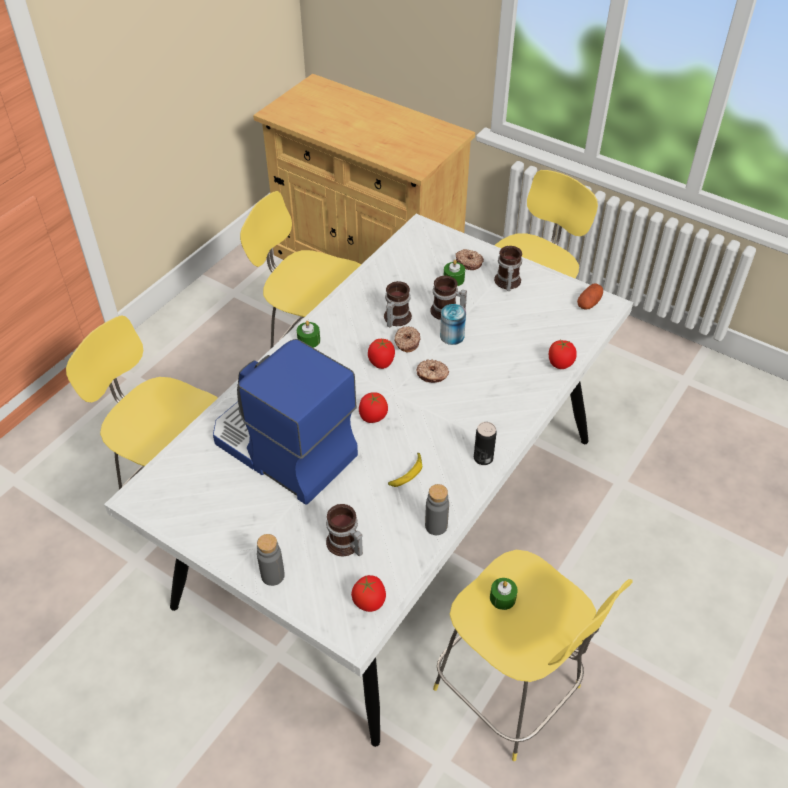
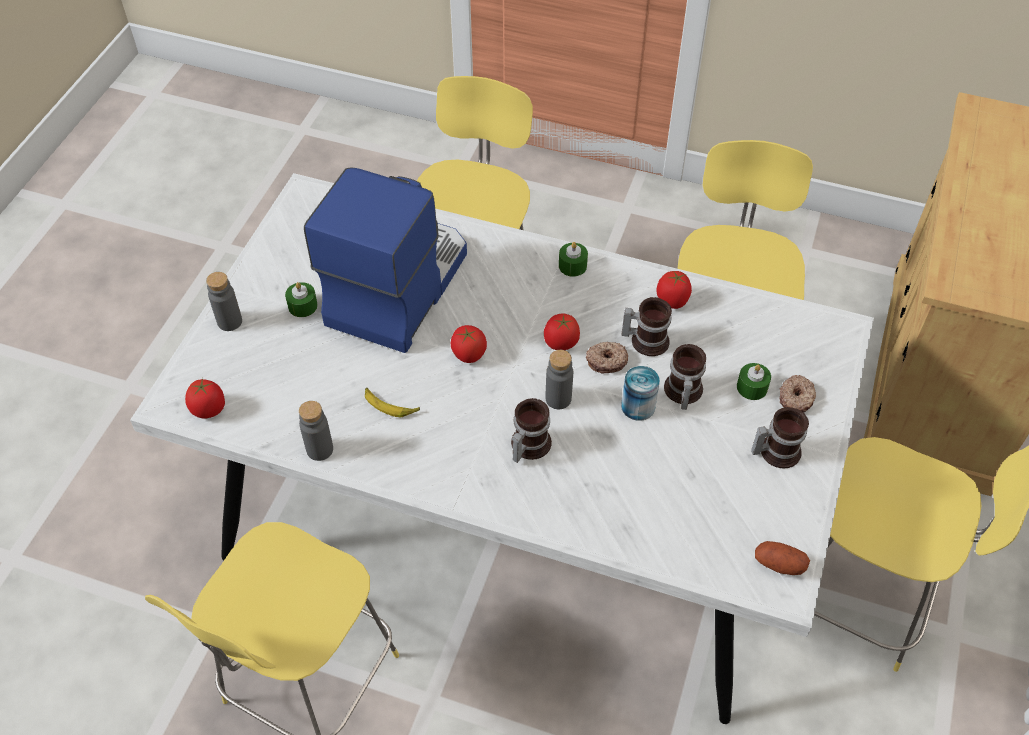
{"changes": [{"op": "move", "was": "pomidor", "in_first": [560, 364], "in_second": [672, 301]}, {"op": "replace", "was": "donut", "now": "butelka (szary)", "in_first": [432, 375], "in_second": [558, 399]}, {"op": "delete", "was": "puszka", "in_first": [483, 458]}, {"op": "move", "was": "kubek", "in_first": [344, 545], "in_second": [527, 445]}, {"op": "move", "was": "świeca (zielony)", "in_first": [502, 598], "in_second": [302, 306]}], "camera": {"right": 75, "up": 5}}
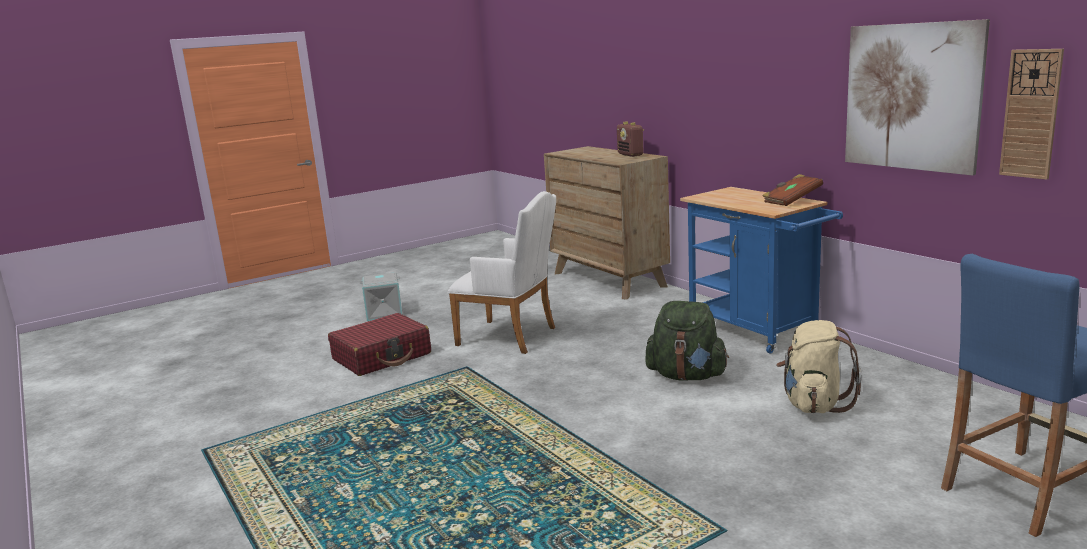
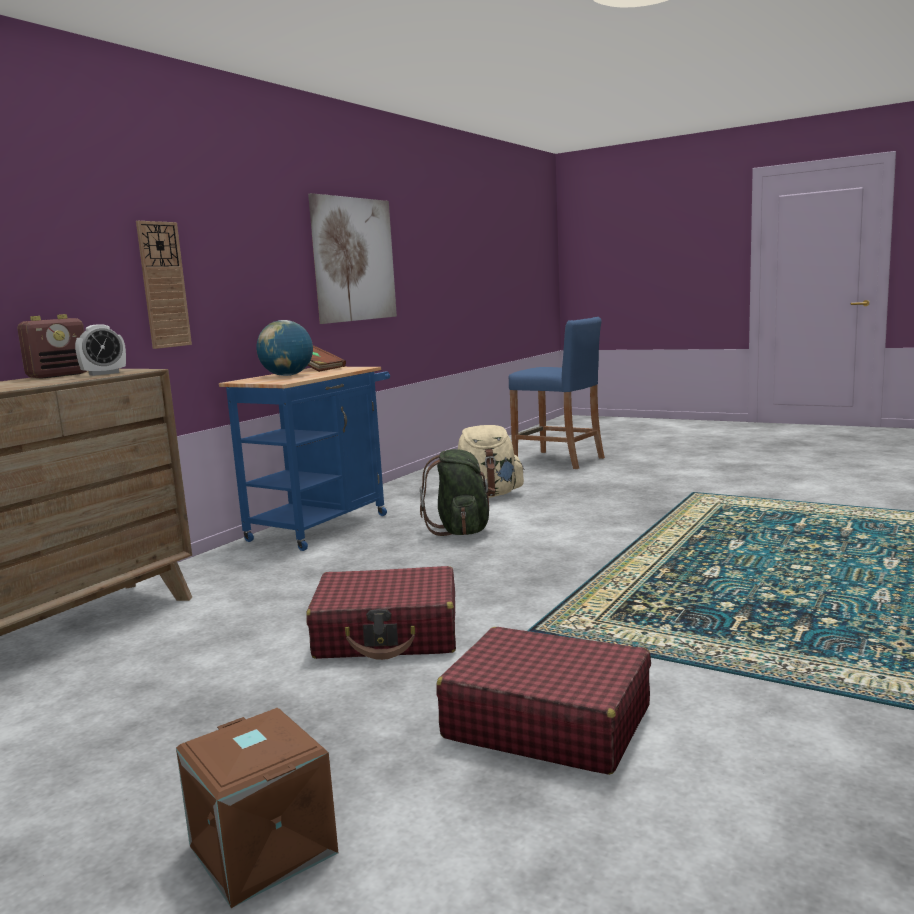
{"changes": [{"op": "move", "was": "zegar ścienny", "in_first": [1031, 114], "in_second": [163, 285]}, {"op": "replace", "was": "fotel (biały)", "now": "walizka (czerwony)", "in_first": [512, 337], "in_second": [388, 634]}, {"op": "recolor", "was": "pojemnik do przechowywania (szary)", "now": "pojemnik do przechowywania (brązowy)", "in_first": [384, 312], "in_second": [260, 850]}, {"op": "insert", "now": "globus", "in_second": [287, 375]}, {"op": "insert", "now": "budzik", "in_second": [104, 374]}], "camera": {"right": -115, "up": -5}}
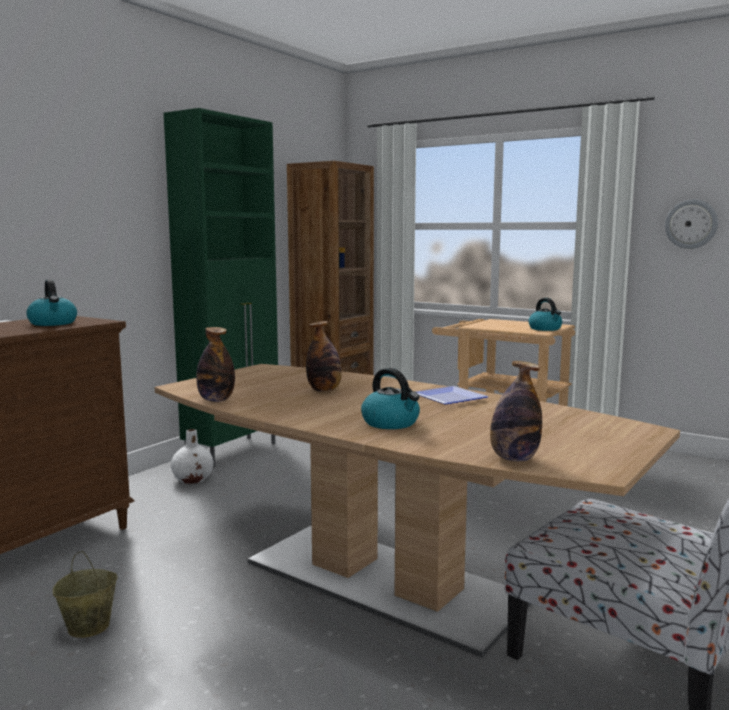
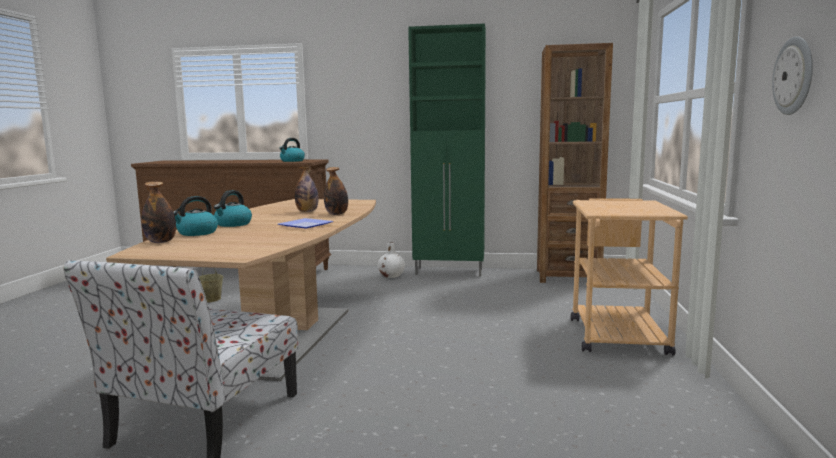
{"changes": [{"op": "move", "was": "czajnik", "in_first": [545, 329], "in_second": [197, 233]}, {"op": "move", "was": "butelka", "in_first": [216, 400], "in_second": [337, 214]}], "camera": {"right": 65, "up": 0}}
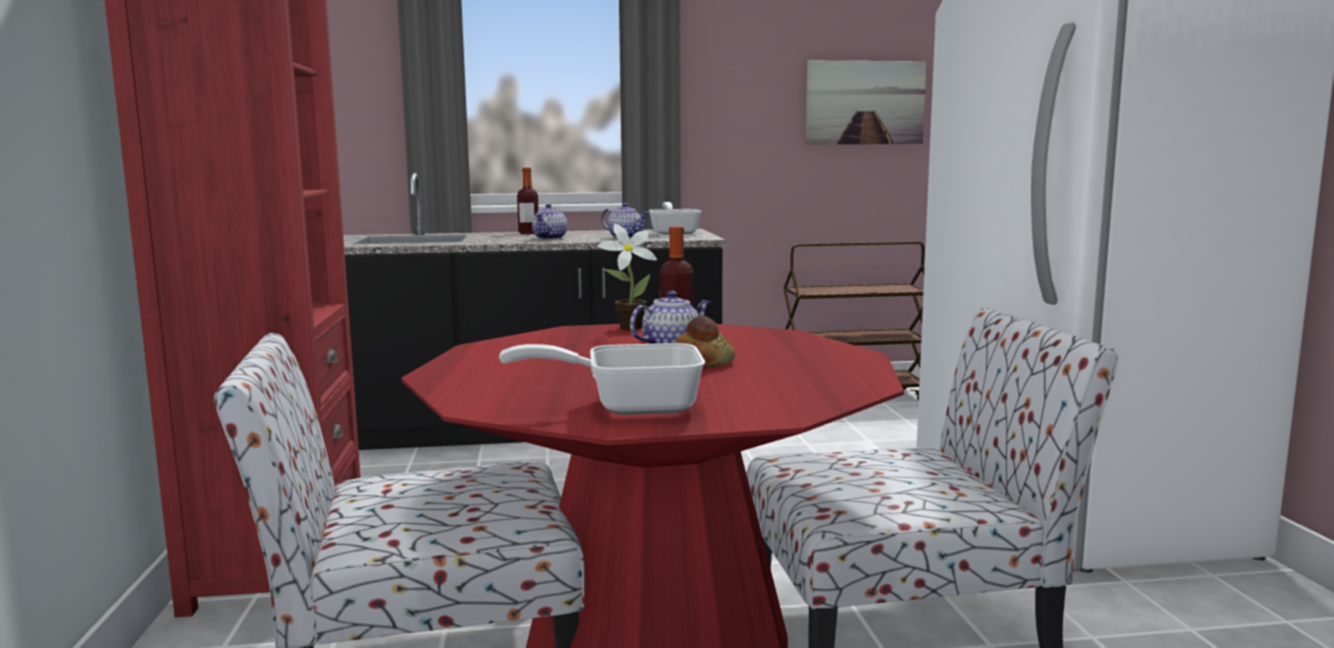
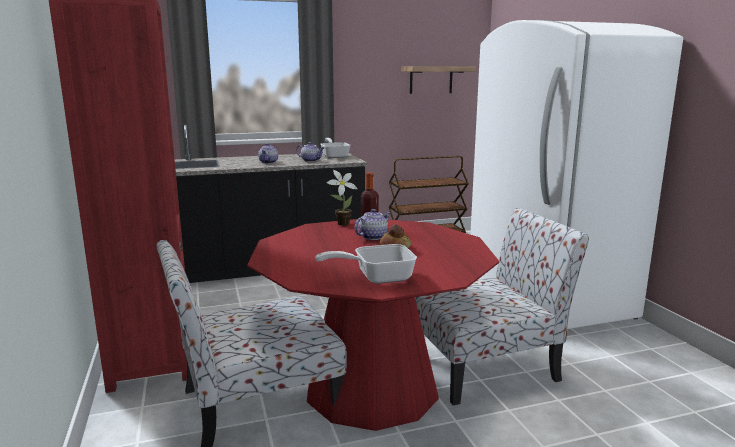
{"changes": [{"op": "replace", "was": "obraz", "now": "półka", "in_first": [865, 103], "in_second": [431, 80]}, {"op": "delete", "was": "butelka", "in_first": [528, 233]}], "camera": {"right": -10, "up": 5}}
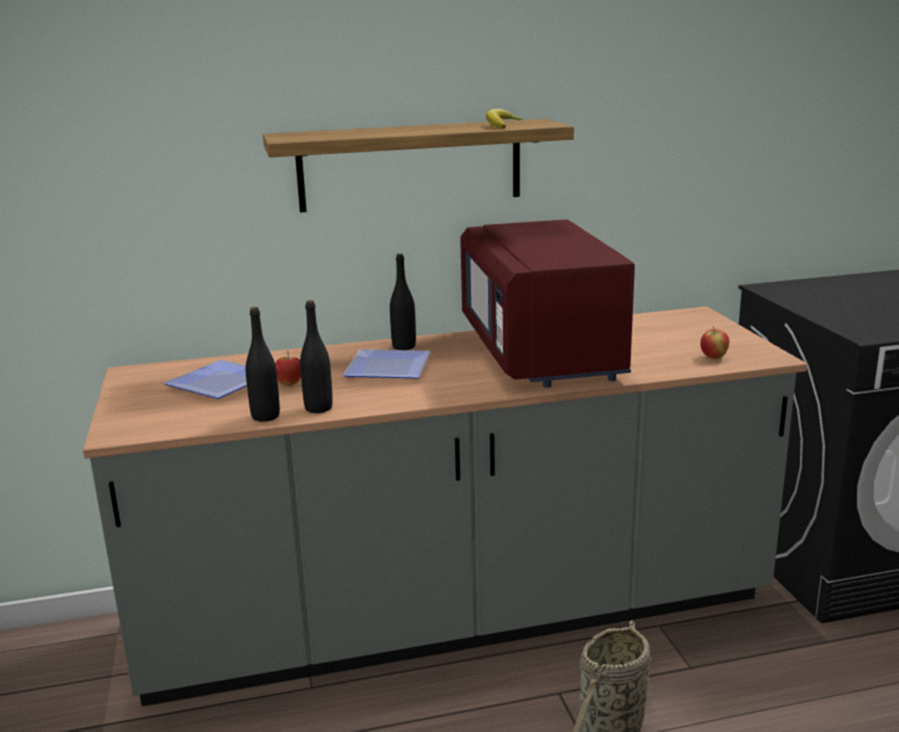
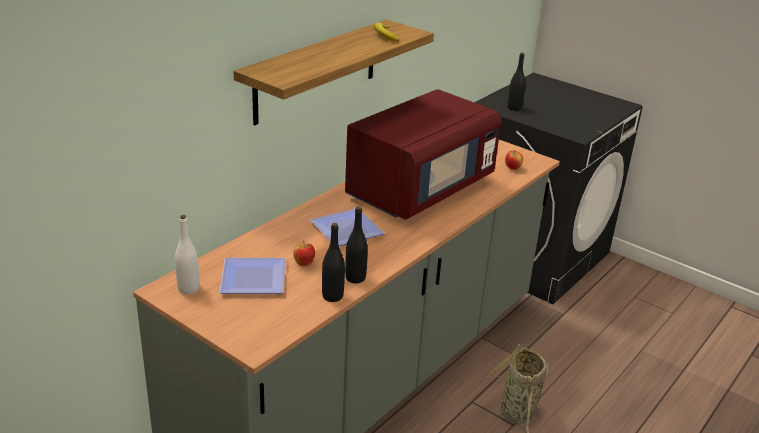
{"changes": [{"op": "rotate", "was": "mikrofalówka (czerwony)", "in_first": [542, 353], "in_second": [419, 190], "clockwise": -90}, {"op": "move", "was": "butelka (czarny)", "in_first": [404, 346], "in_second": [514, 108]}, {"op": "insert", "now": "butelka (biały)", "in_second": [188, 289]}], "camera": {"right": -40, "up": 10}}
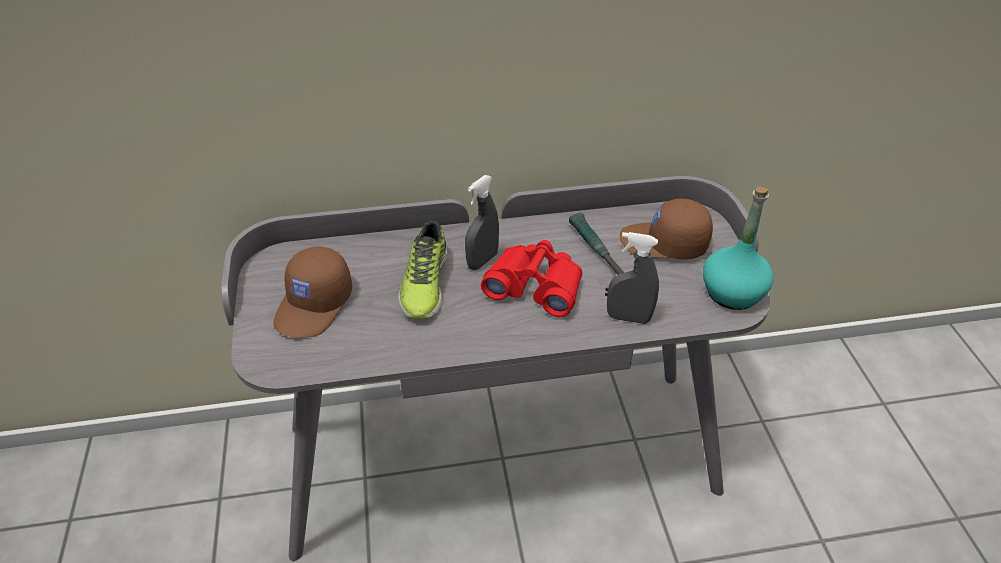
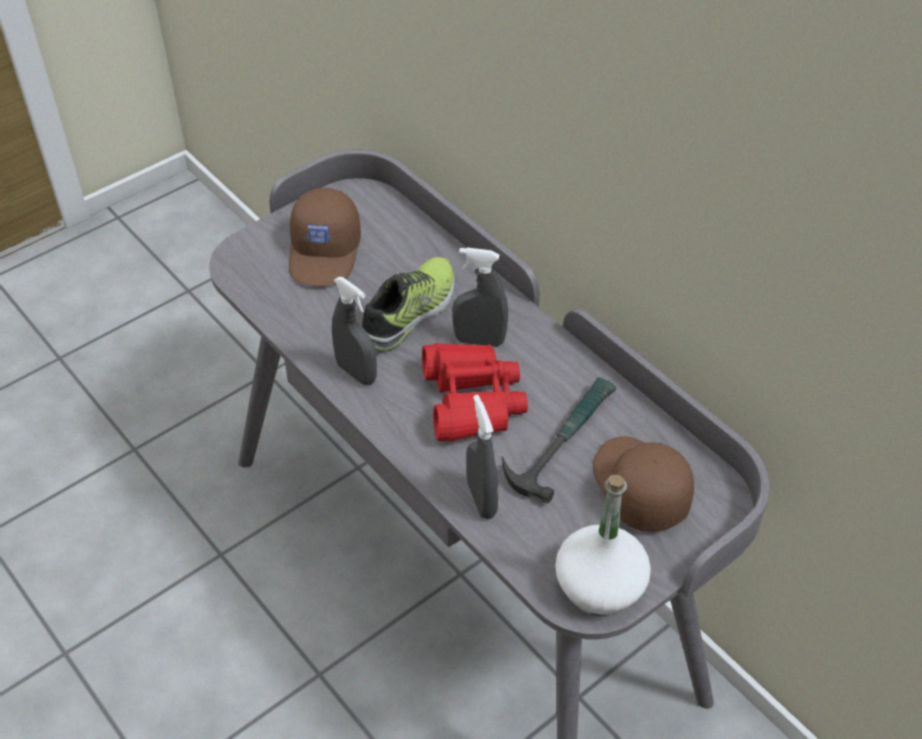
{"changes": [{"op": "recolor", "was": "butelka (turkusowy)", "now": "butelka (biały)", "in_first": [732, 292], "in_second": [599, 585]}, {"op": "rotate", "was": "but", "in_first": [424, 284], "in_second": [411, 313], "clockwise": 150}, {"op": "rotate", "was": "czapka z daszkiem (brązowy)", "in_first": [315, 305], "in_second": [325, 252], "clockwise": -75}, {"op": "insert", "now": "spryskiwacz (szary)", "in_second": [356, 373]}], "camera": {"right": 60, "up": 5}}
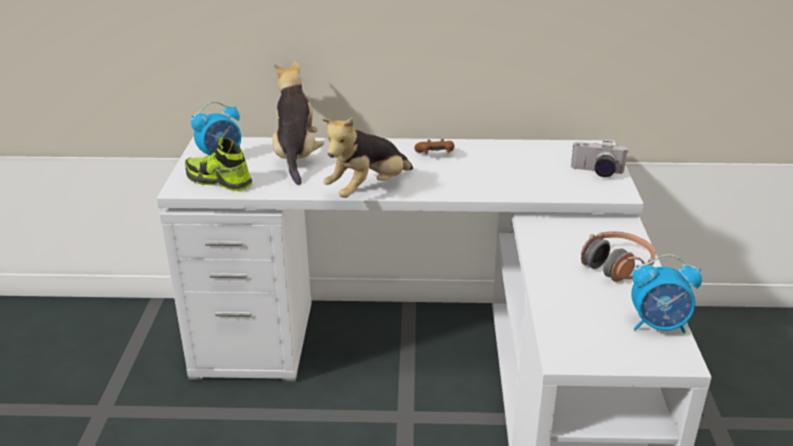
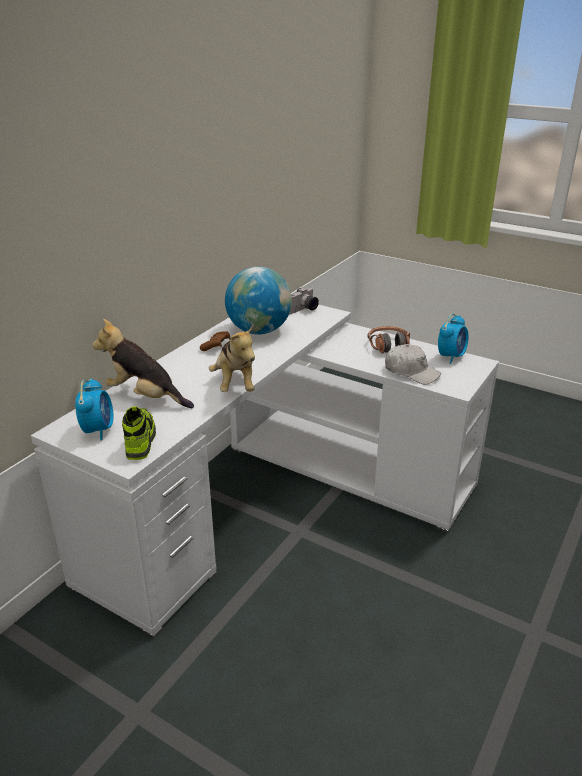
{"changes": [{"op": "rotate", "was": "but", "in_first": [219, 181], "in_second": [140, 441], "clockwise": 120}, {"op": "insert", "now": "globus", "in_second": [259, 331]}, {"op": "insert", "now": "czapka z daszkiem (biały)", "in_second": [411, 372]}], "camera": {"right": -60, "up": 0}}
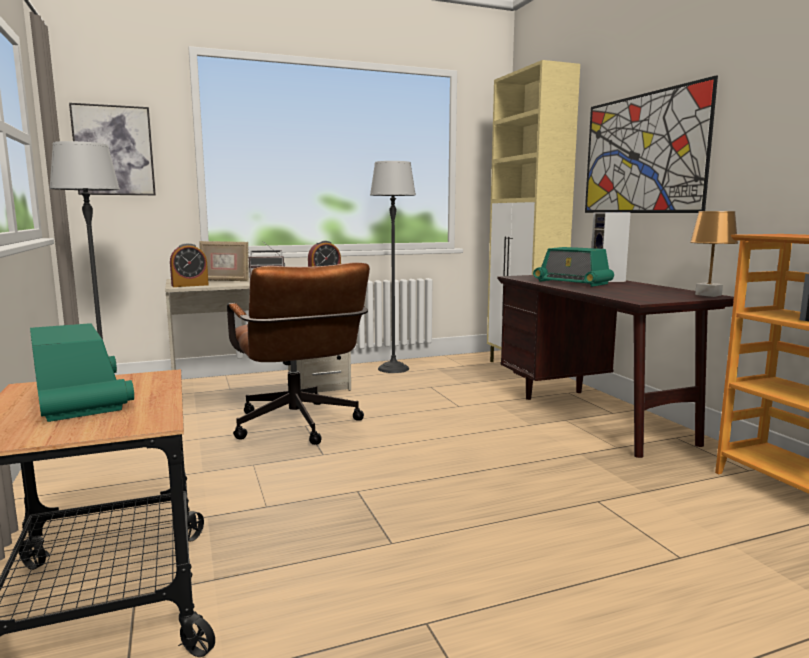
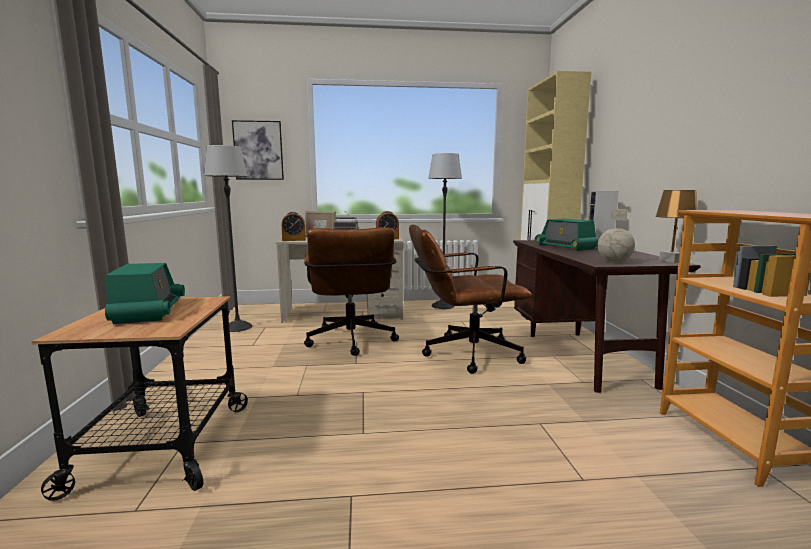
{"changes": [{"op": "delete", "was": "obraz", "in_first": [642, 154]}, {"op": "insert", "now": "globus", "in_second": [613, 261]}, {"op": "insert", "now": "krzesło biurowe (brązowy)", "in_second": [463, 354]}], "camera": {"right": 15, "up": 0}}
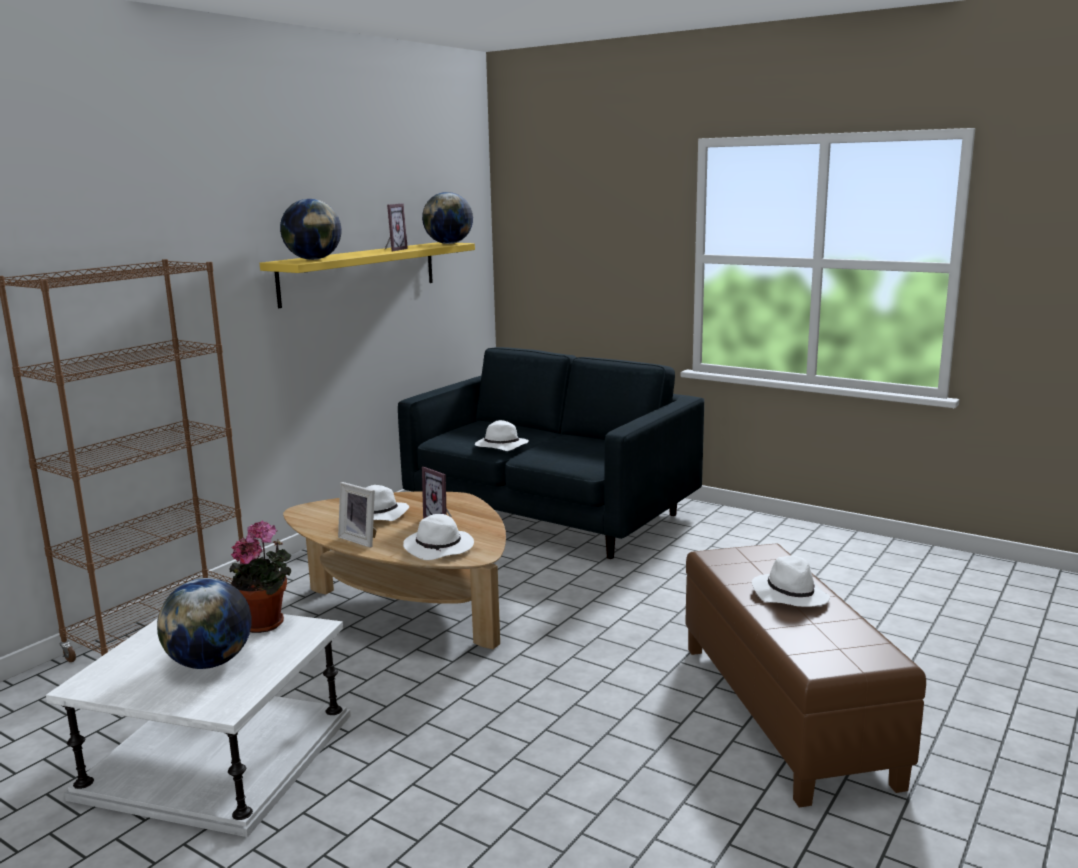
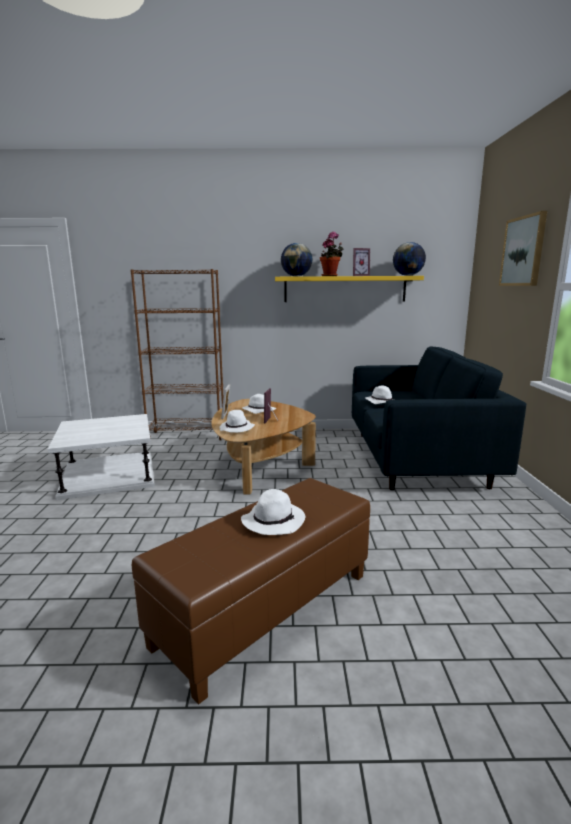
{"changes": [{"op": "move", "was": "roślina doniczkowa", "in_first": [267, 623], "in_second": [331, 276]}, {"op": "delete", "was": "globus", "in_first": [210, 663]}, {"op": "insert", "now": "obraz", "in_second": [523, 251]}], "camera": {"right": 55, "up": 0}}
